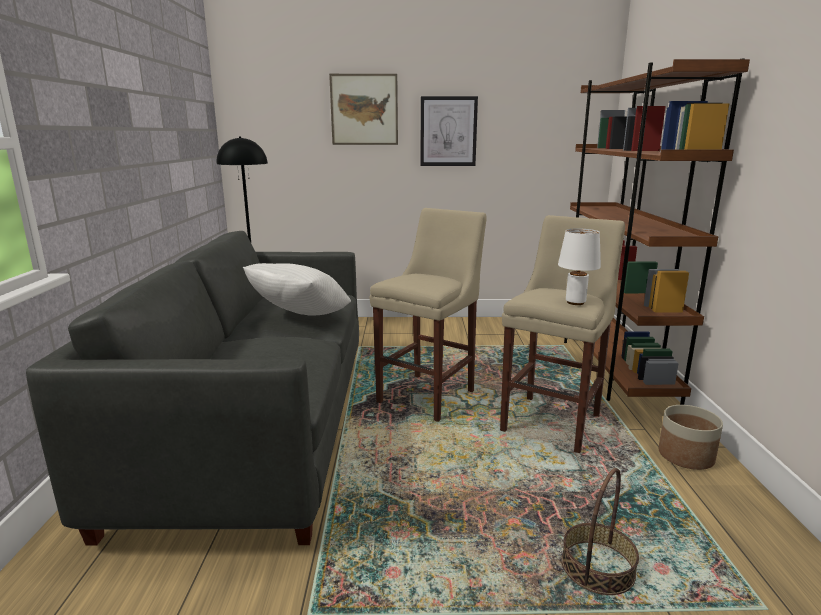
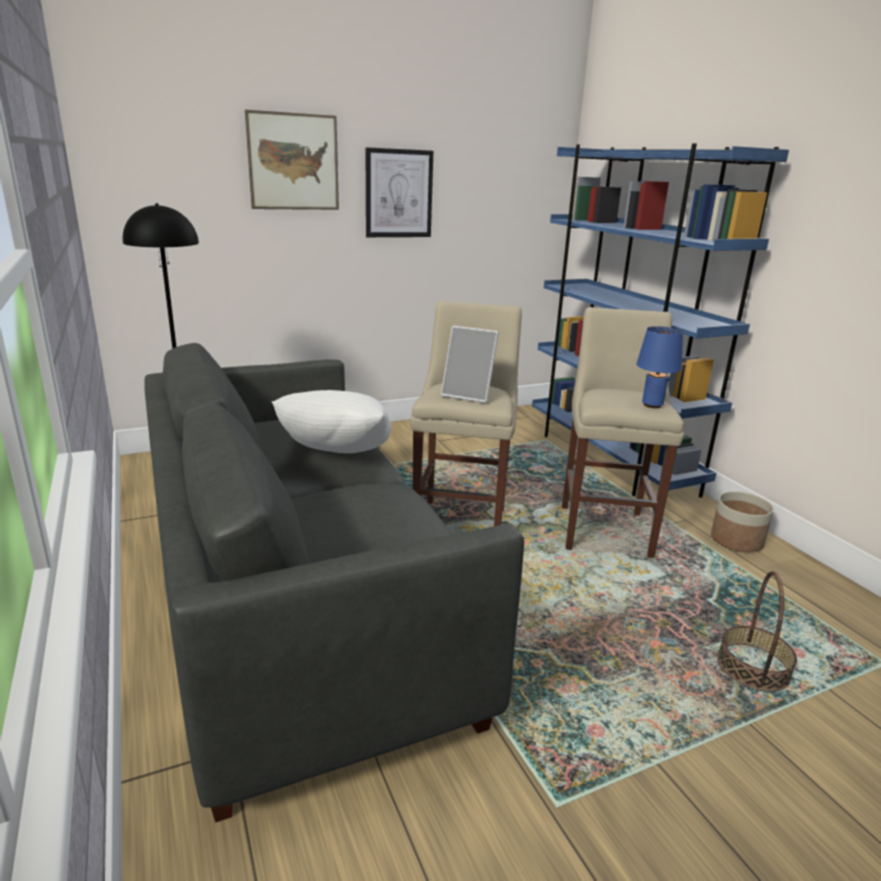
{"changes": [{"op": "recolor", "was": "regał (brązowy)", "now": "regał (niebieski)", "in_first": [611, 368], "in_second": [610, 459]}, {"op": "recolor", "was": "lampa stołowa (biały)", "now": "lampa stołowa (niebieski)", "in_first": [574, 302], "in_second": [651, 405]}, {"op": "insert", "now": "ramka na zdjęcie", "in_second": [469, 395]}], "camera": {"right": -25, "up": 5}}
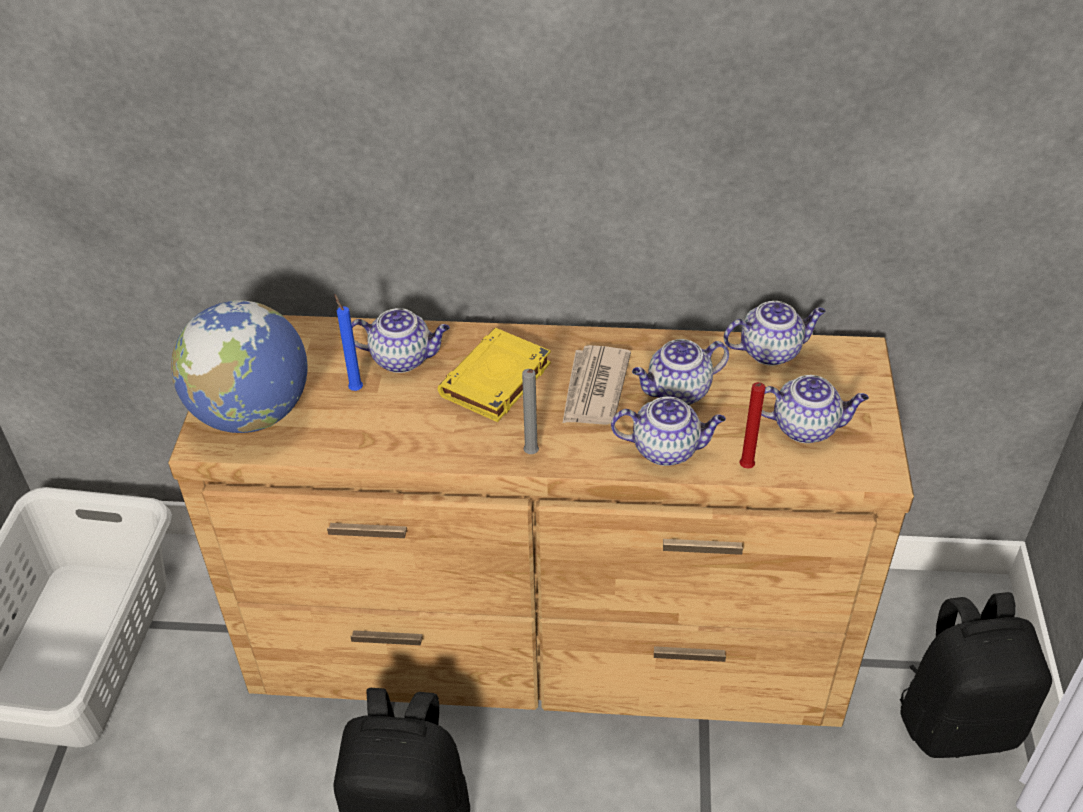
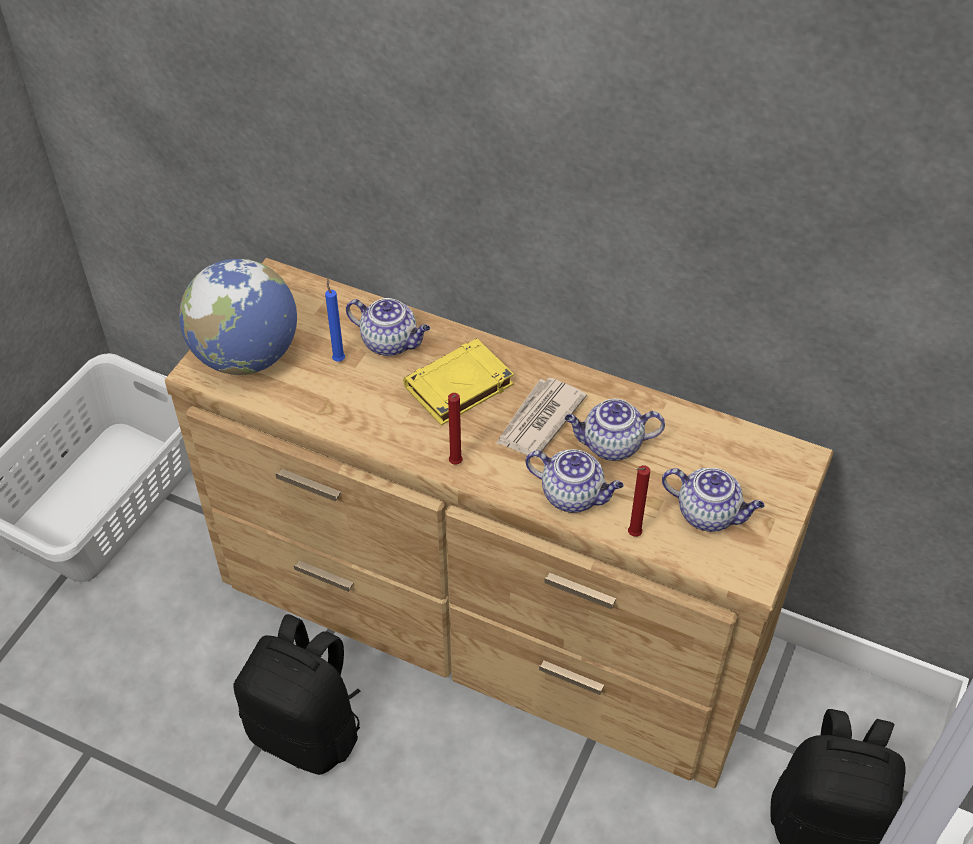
{"changes": [{"op": "delete", "was": "imbryk", "in_first": [771, 351]}, {"op": "recolor", "was": "świeca (szary)", "now": "świeca (czerwony)", "in_first": [531, 455], "in_second": [455, 464]}], "camera": {"right": 20, "up": 5}}
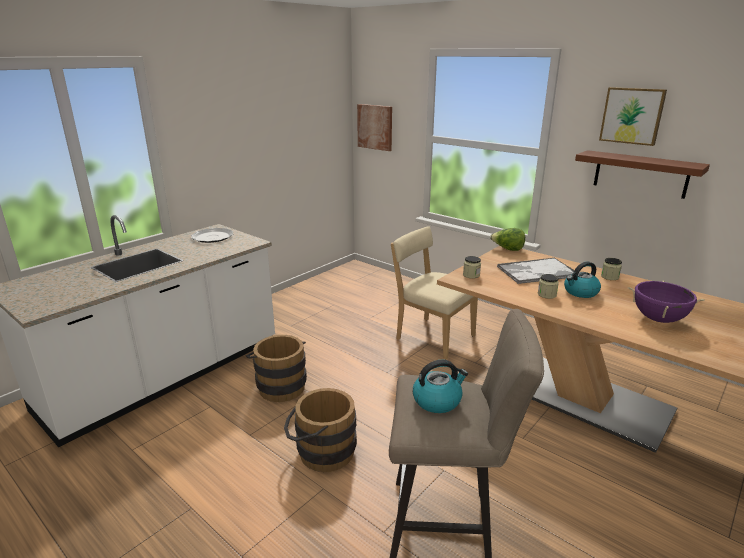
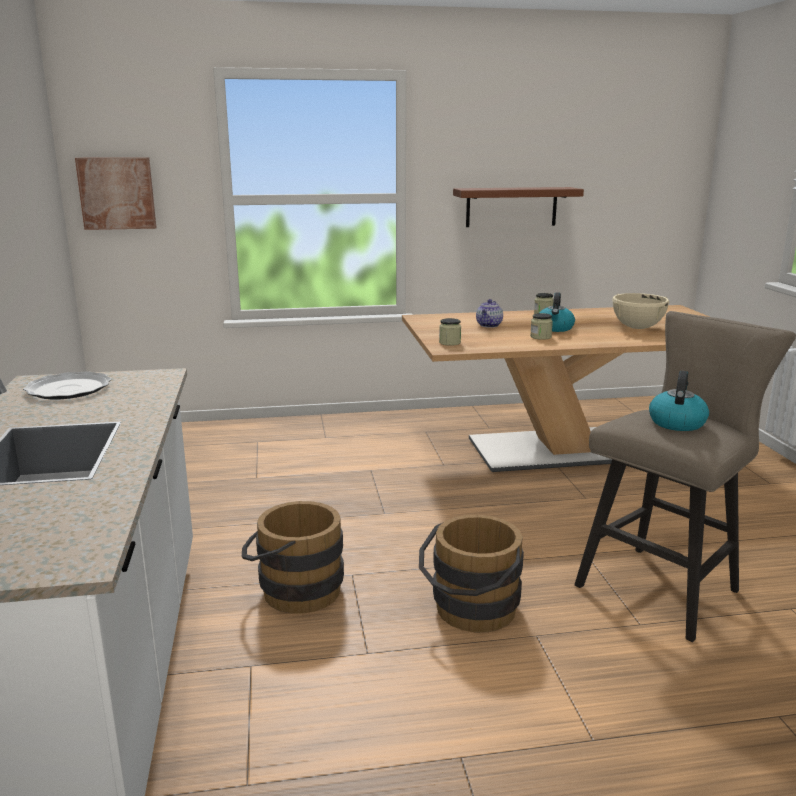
{"changes": [{"op": "delete", "was": "obraz", "in_first": [632, 115]}, {"op": "delete", "was": "krzesło (beżowy)", "in_first": [432, 336]}, {"op": "delete", "was": "sałata", "in_first": [507, 249]}, {"op": "replace", "was": "taca", "now": "imbryk", "in_first": [536, 272], "in_second": [489, 325]}, {"op": "recolor", "was": "garnek (fioletowy)", "now": "garnek (beżowy)", "in_first": [658, 319], "in_second": [637, 328]}], "camera": {"right": -50, "up": -5}}
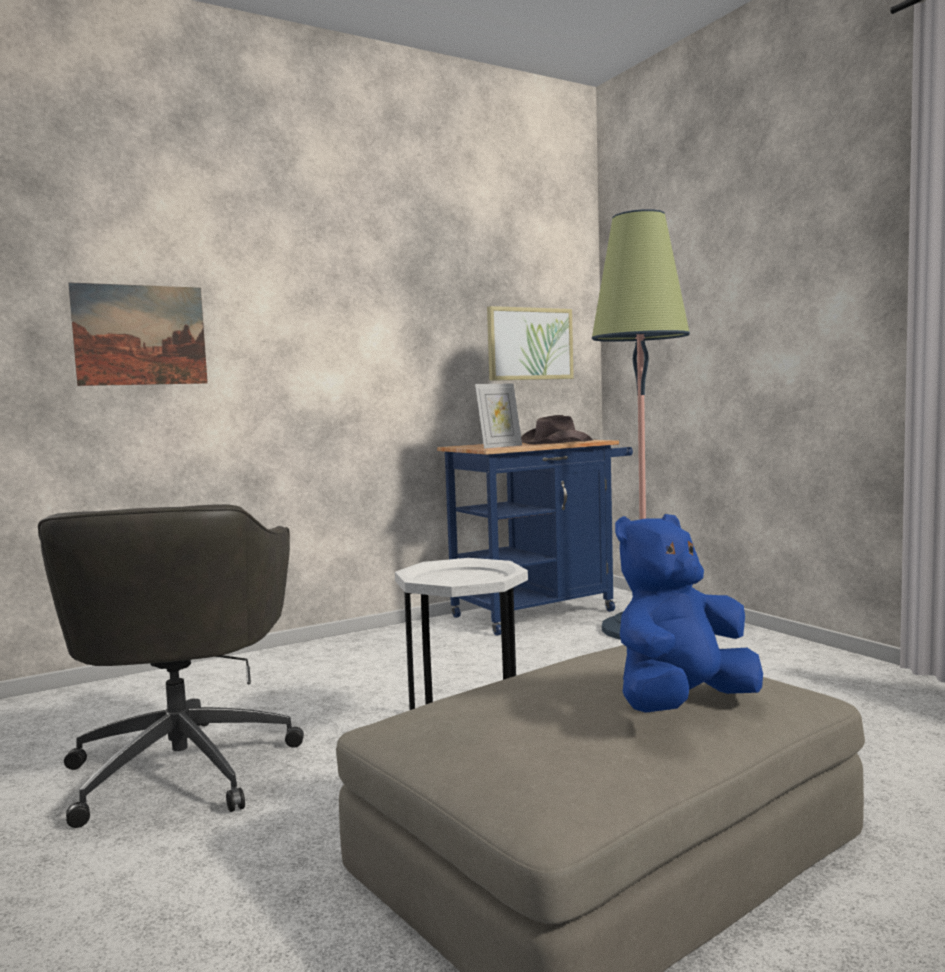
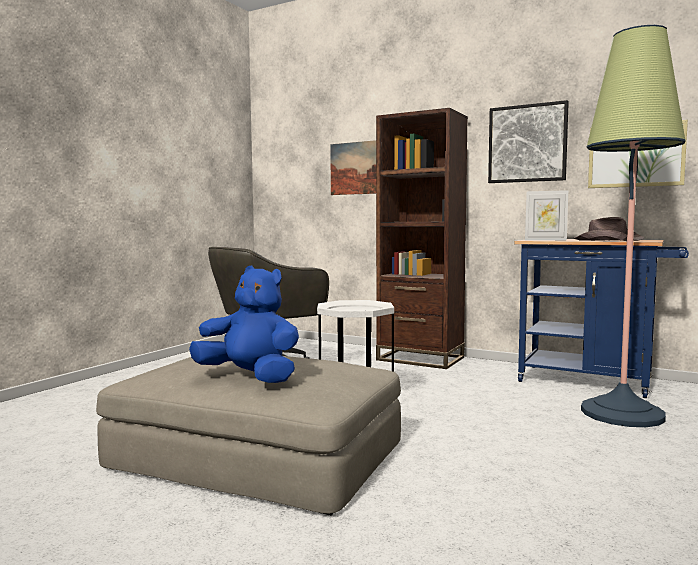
{"changes": [{"op": "insert", "now": "obraz", "in_second": [527, 143]}, {"op": "insert", "now": "regał (brązowy)", "in_second": [420, 359]}], "camera": {"right": 60, "up": 0}}
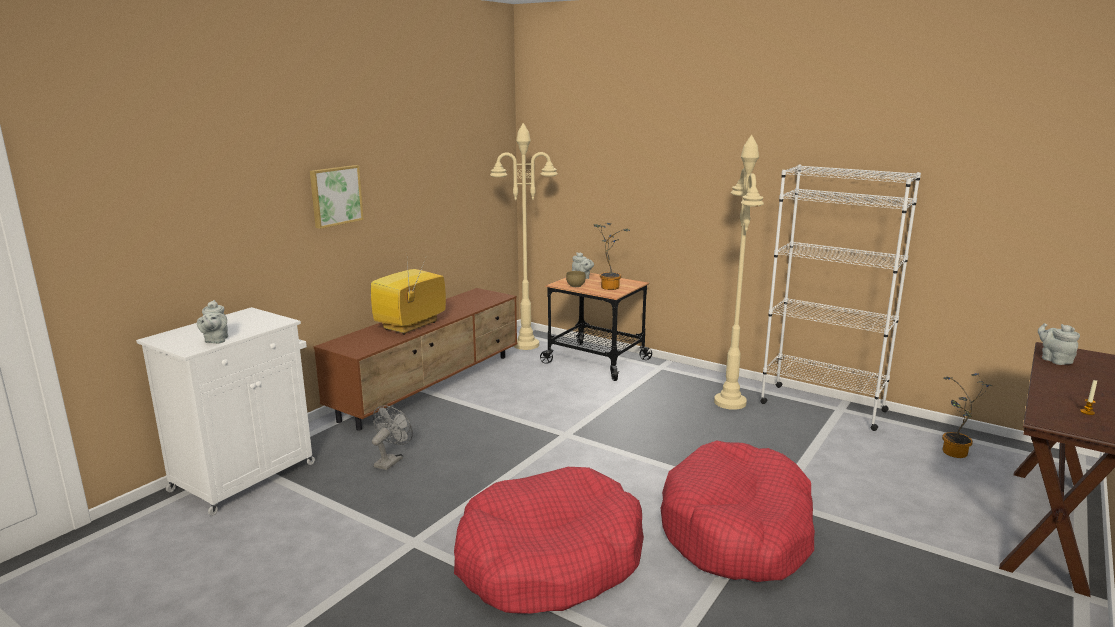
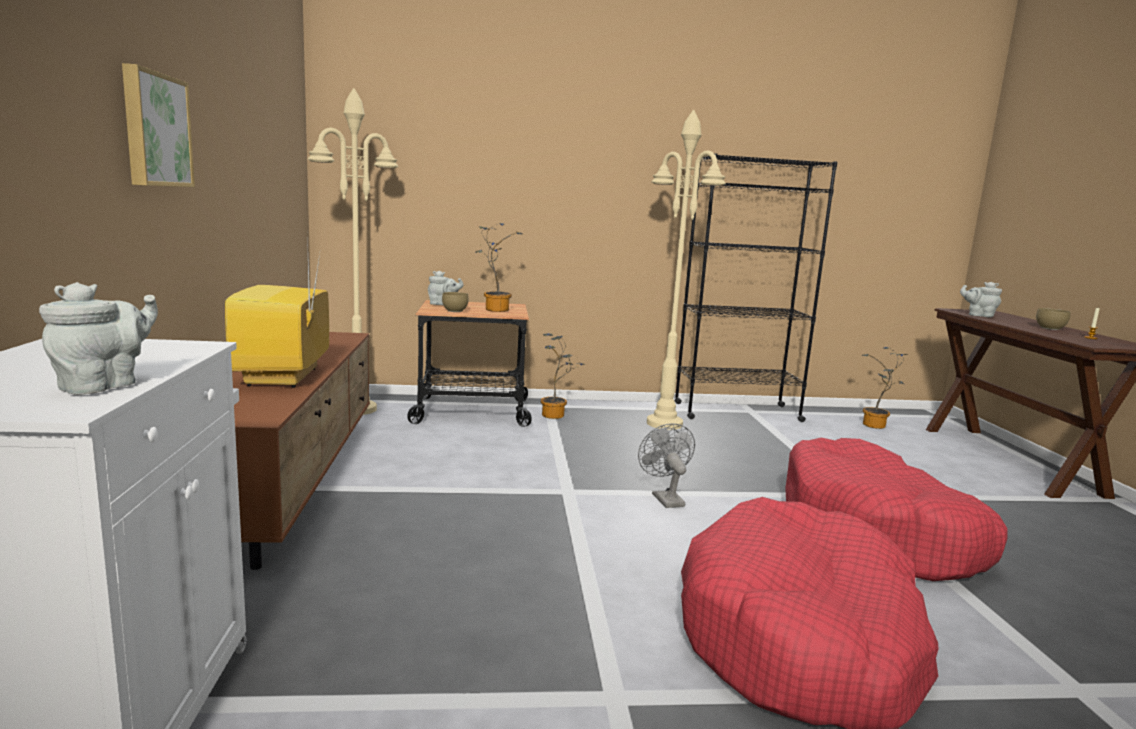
{"changes": [{"op": "recolor", "was": "regał (biały)", "now": "regał (czarny)", "in_first": [822, 406], "in_second": [736, 412]}, {"op": "rotate", "was": "imbryk (szary)", "in_first": [216, 340], "in_second": [104, 385], "clockwise": -105}, {"op": "move", "was": "wentylator (szary)", "in_first": [391, 460], "in_second": [664, 498]}, {"op": "insert", "now": "miska (brązowy)", "in_second": [1050, 328]}, {"op": "insert", "now": "roślina doniczkowa", "in_second": [556, 415]}], "camera": {"right": -40, "up": -5}}
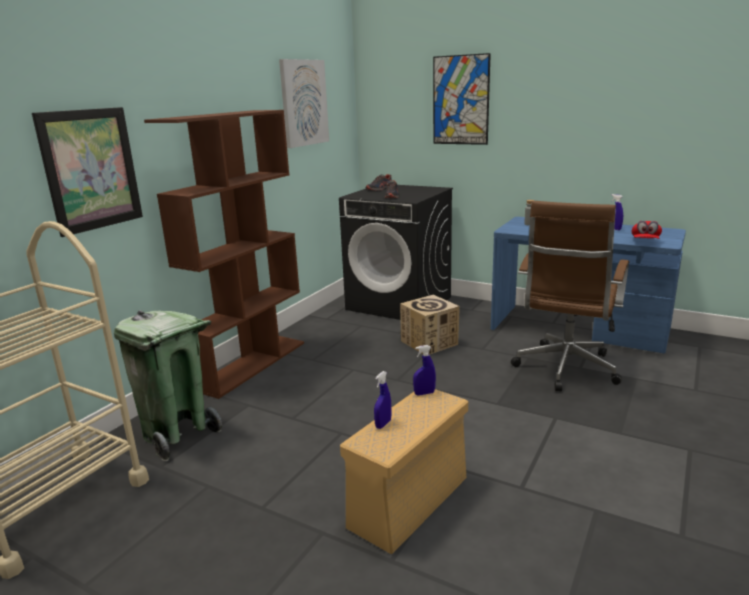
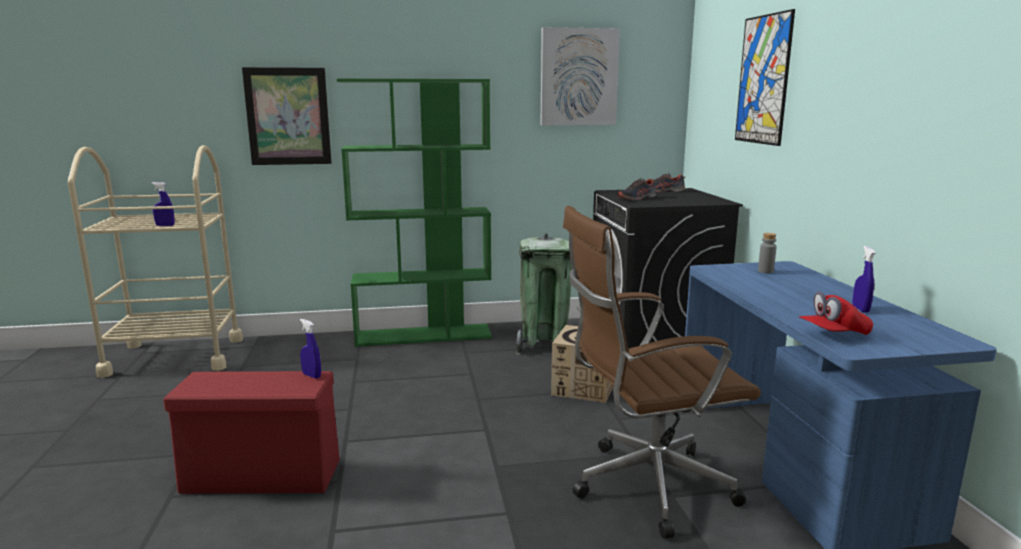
{"changes": [{"op": "recolor", "was": "regał (brązowy)", "now": "regał (zielony)", "in_first": [251, 364], "in_second": [424, 335]}, {"op": "move", "was": "kosz na śmieci (zielony)", "in_first": [177, 434], "in_second": [544, 344]}, {"op": "move", "was": "spryskiwacz (niebieski)", "in_first": [383, 424], "in_second": [165, 225]}, {"op": "recolor", "was": "pojemnik do przechowywania (beżowy)", "now": "pojemnik do przechowywania (czerwony)", "in_first": [410, 500], "in_second": [264, 476]}], "camera": {"right": 50, "up": -5}}
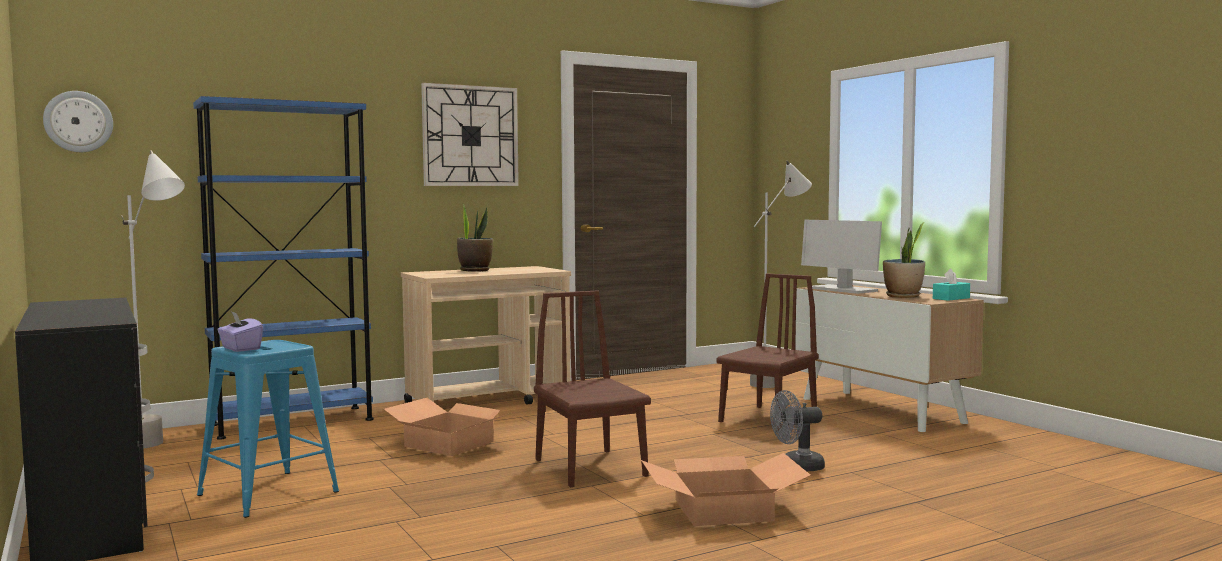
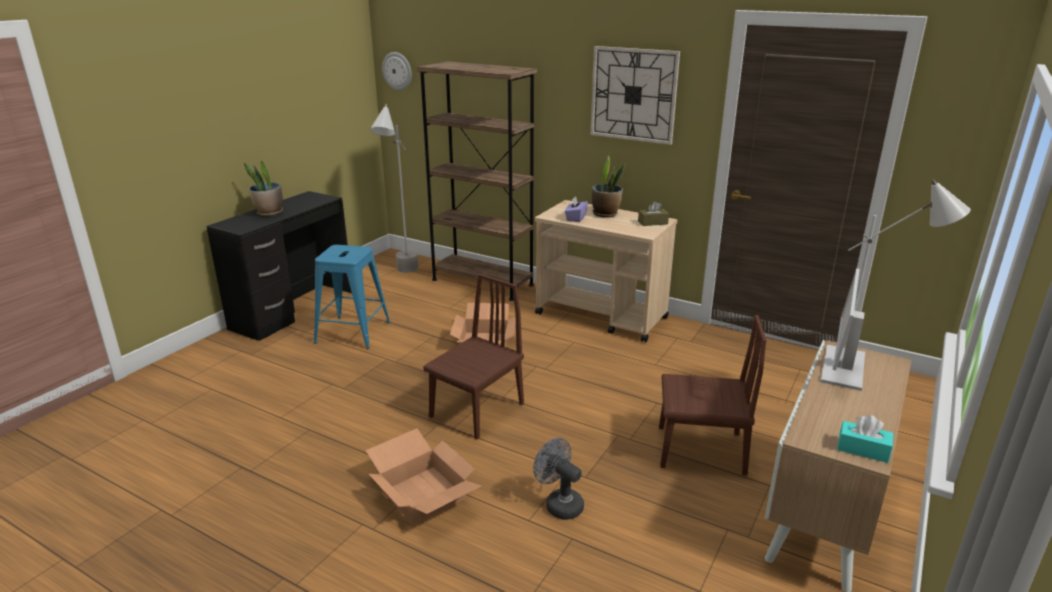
{"changes": [{"op": "recolor", "was": "regał (niebieski)", "now": "regał (brązowy)", "in_first": [292, 422], "in_second": [482, 282]}, {"op": "move", "was": "roślina doniczkowa", "in_first": [903, 296], "in_second": [269, 213]}, {"op": "move", "was": "pudełko chusteczek (fioletowy)", "in_first": [240, 348], "in_second": [575, 218]}, {"op": "insert", "now": "pudełko chusteczek (brązowy)", "in_second": [652, 223]}], "camera": {"right": 60, "up": 20}}
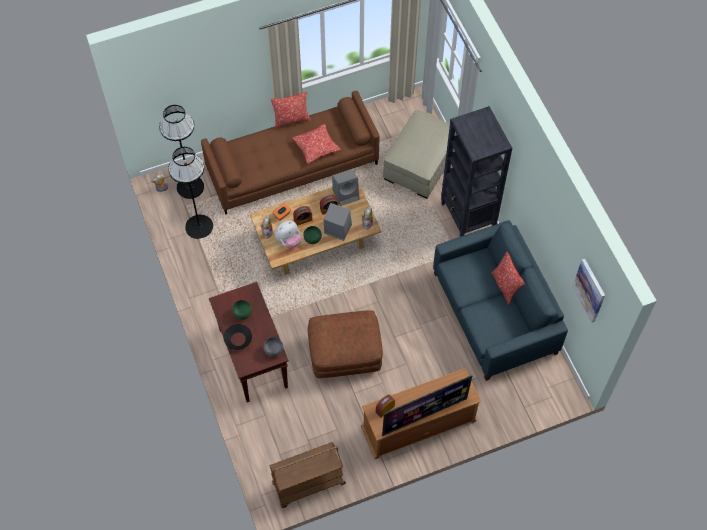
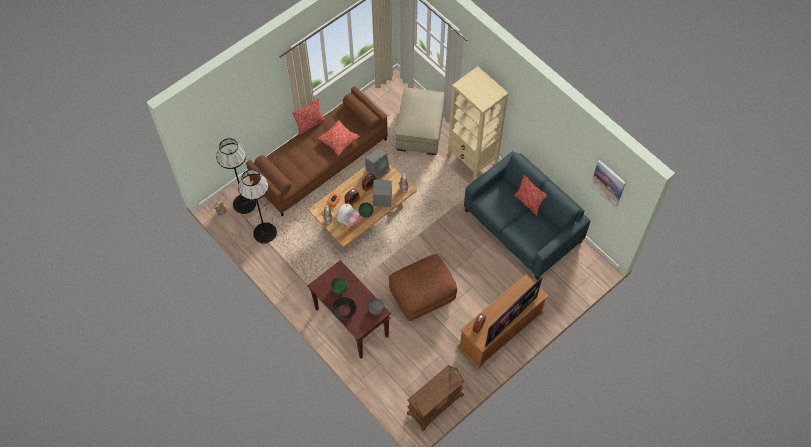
{"changes": [{"op": "recolor", "was": "regał (czarny)", "now": "regał (beżowy)", "in_first": [467, 217], "in_second": [473, 160]}], "camera": {"right": -20, "up": 0}}
